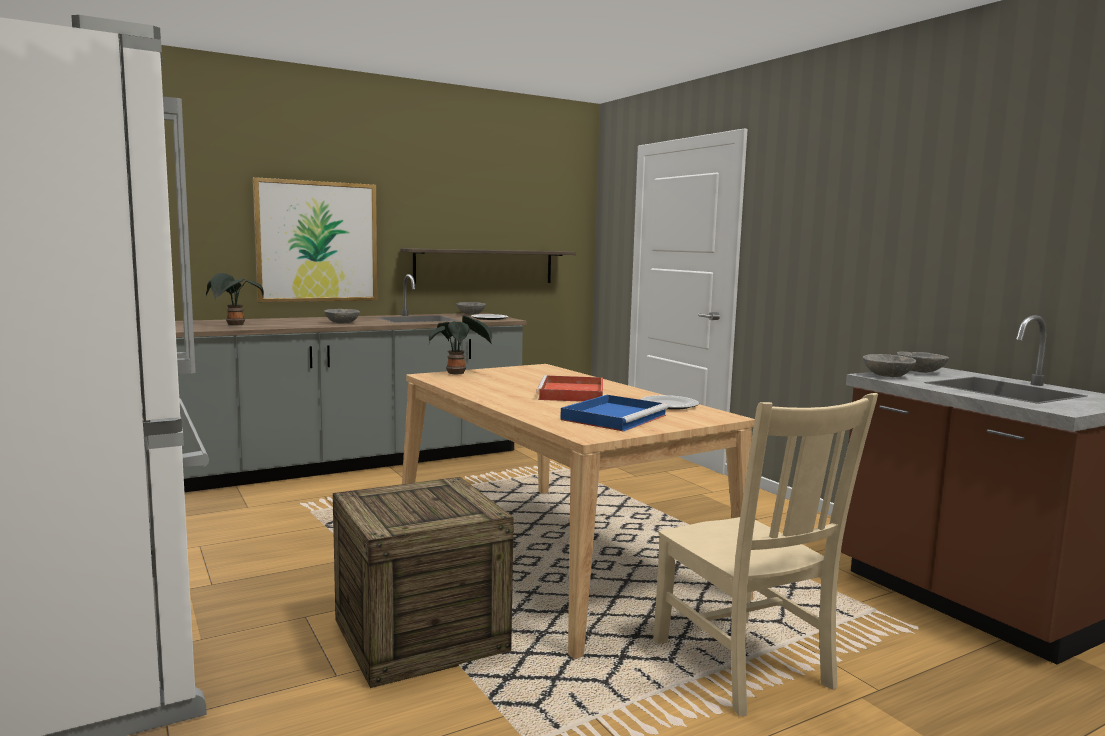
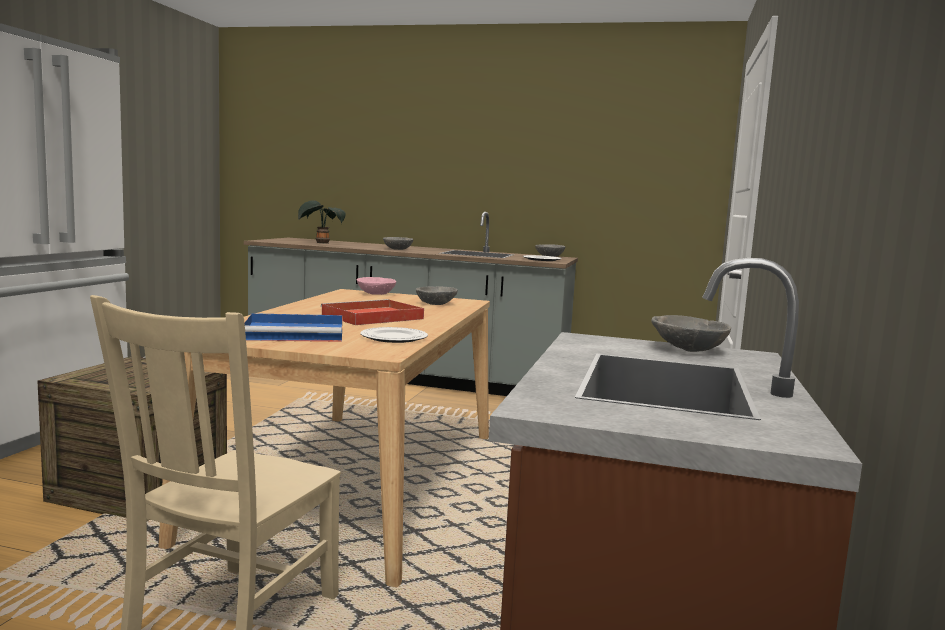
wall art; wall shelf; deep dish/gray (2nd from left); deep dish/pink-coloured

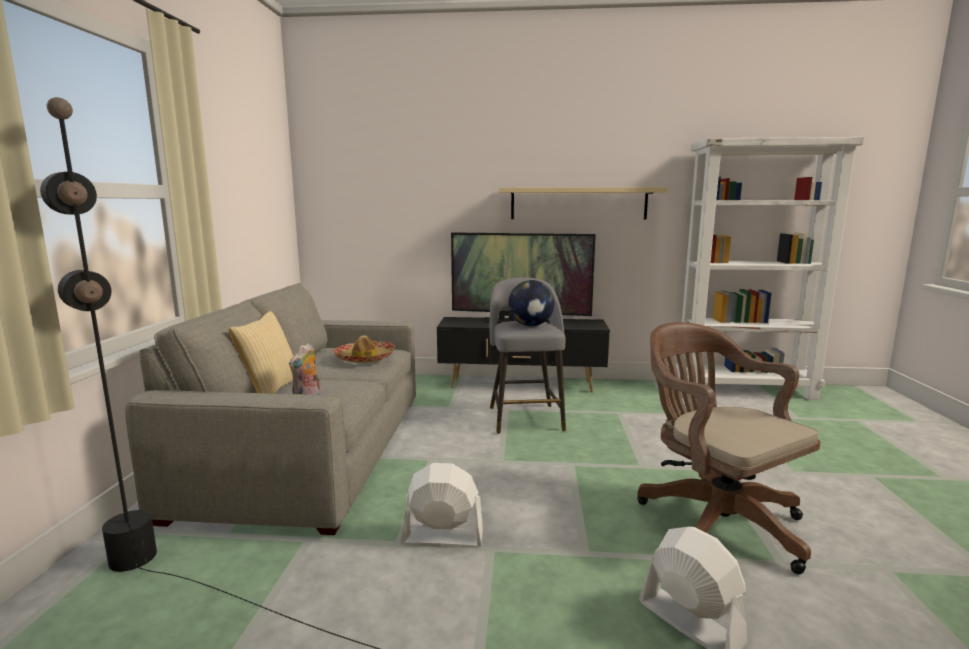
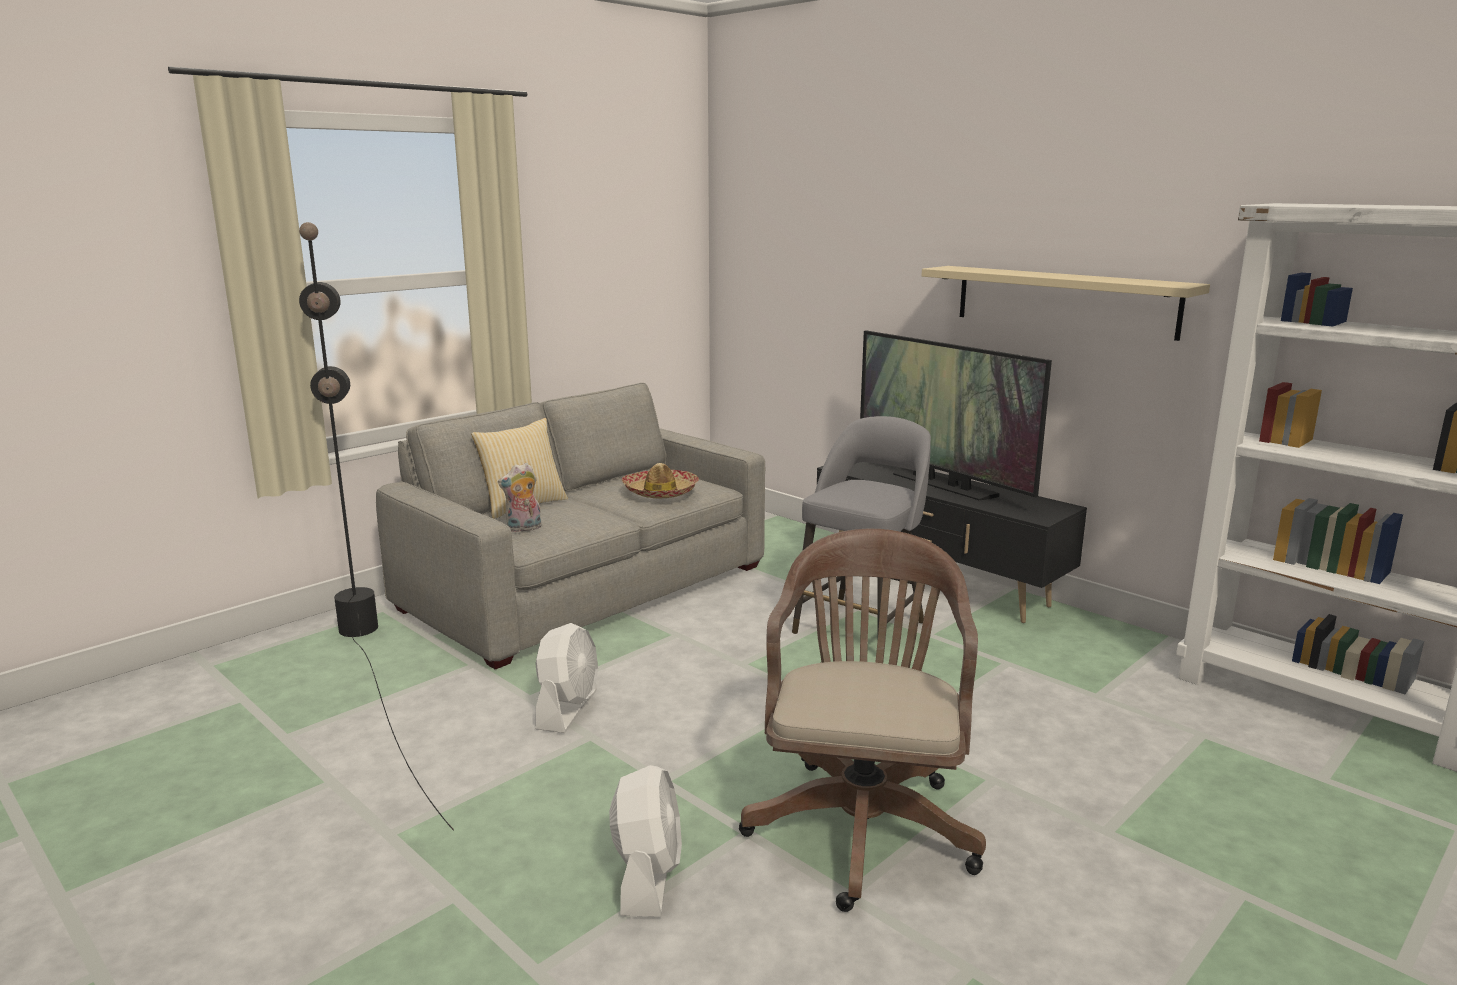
world globe; cooling fan/white-coloured (1st from left)

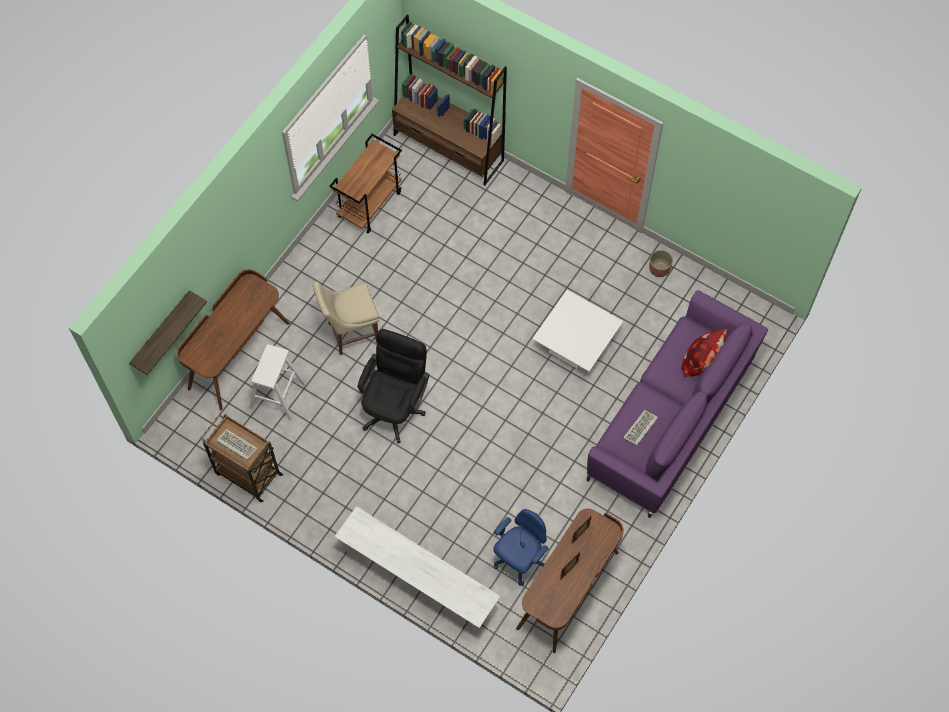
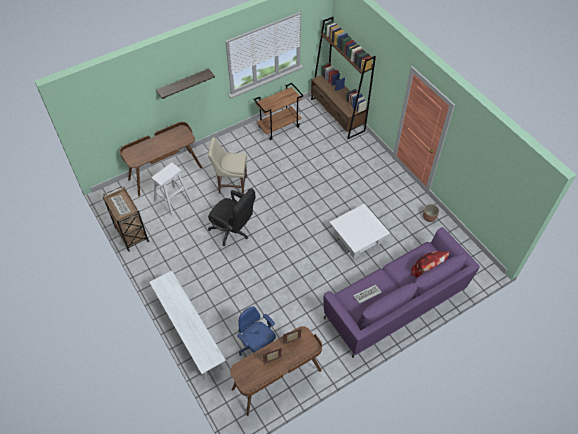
wall shelf; desk chair/black; desk chair/bluish

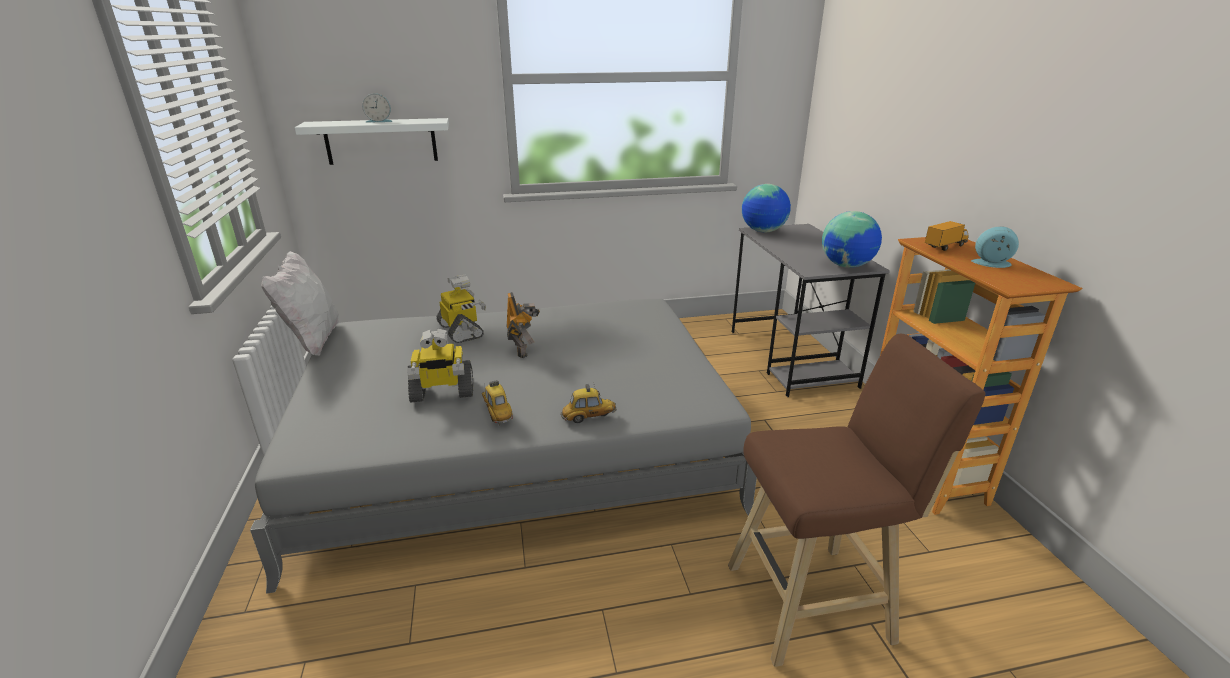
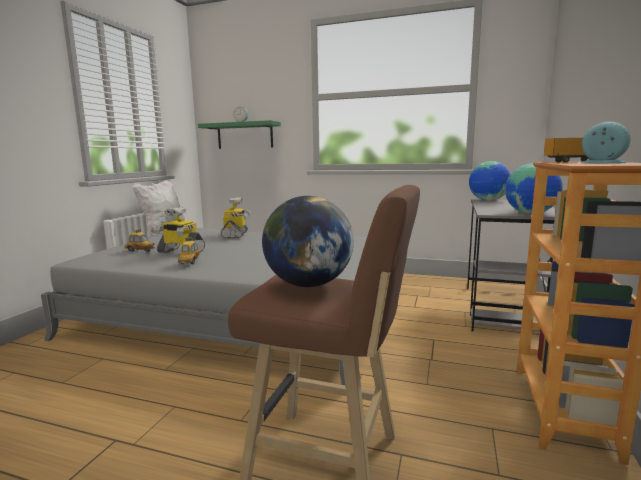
model robot (3rd from left in the first image); world globe (1st from left); toy car (1st from left); wall shelf/green

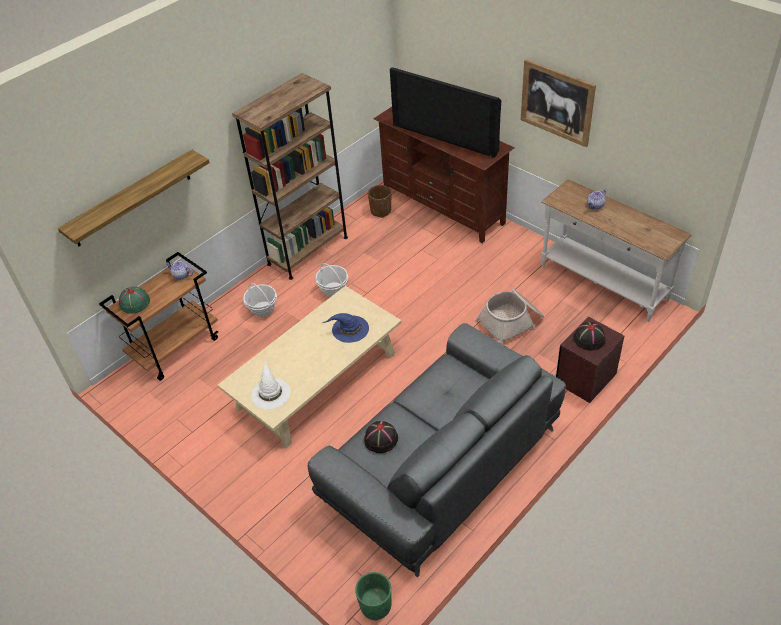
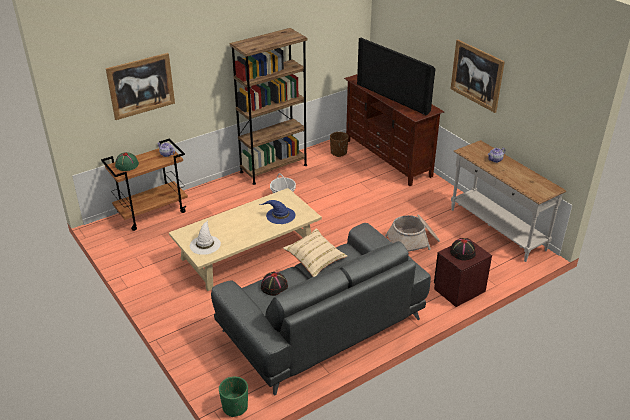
basket (1st from left in the first image); cushion/beige-coloured; wall art (1st from left)

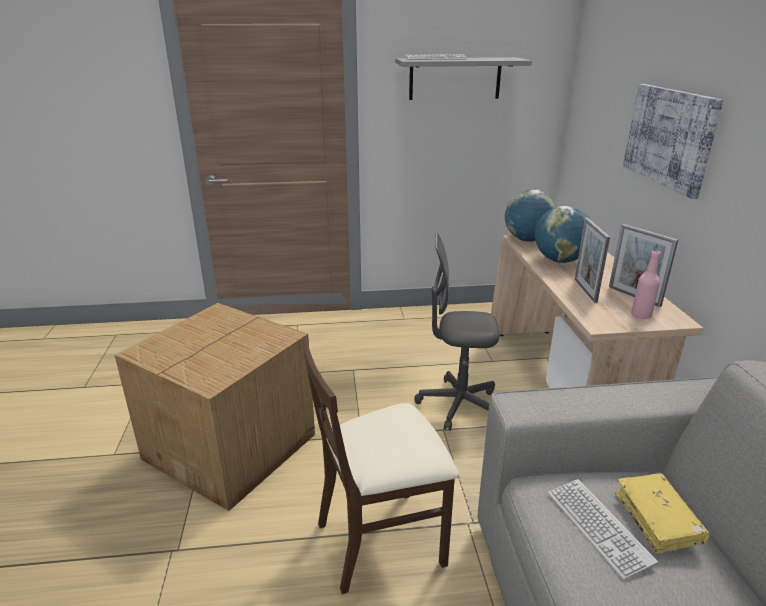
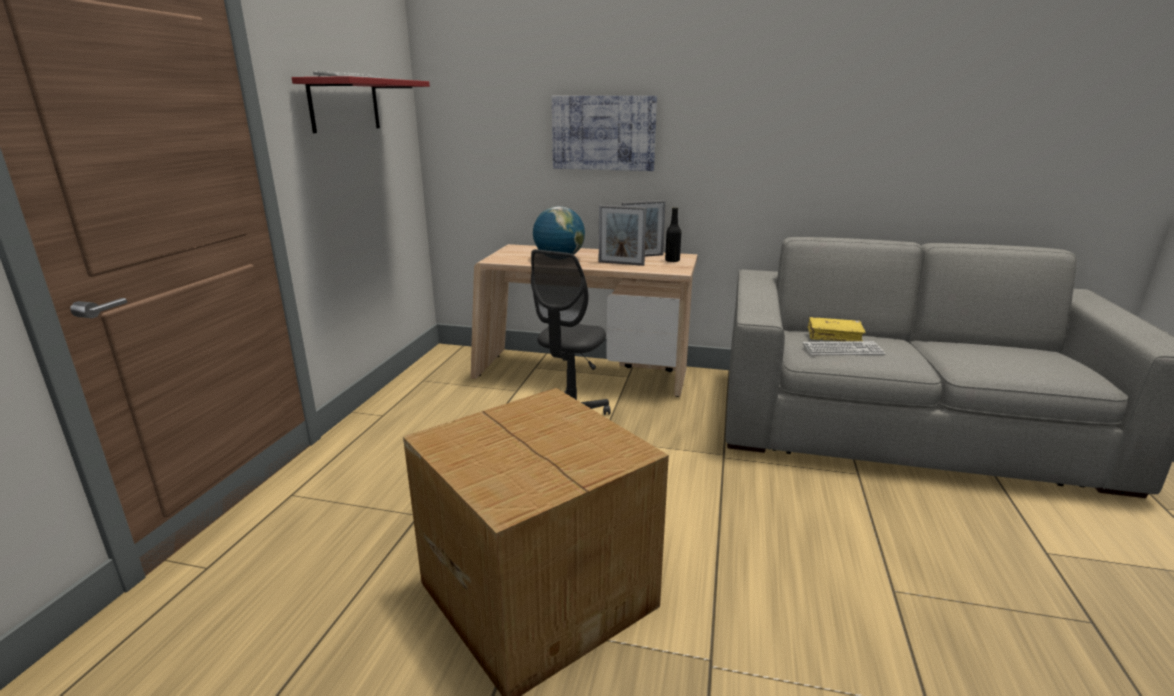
chair/beige-coloured; world globe (1st from left in the first image); wall shelf/reddish; bottle/black

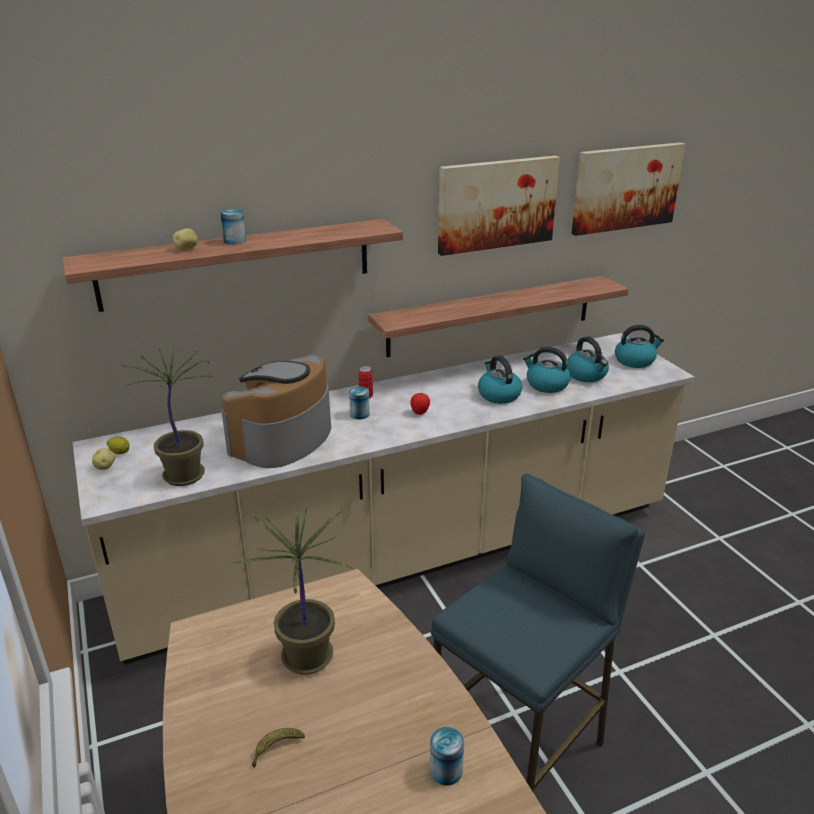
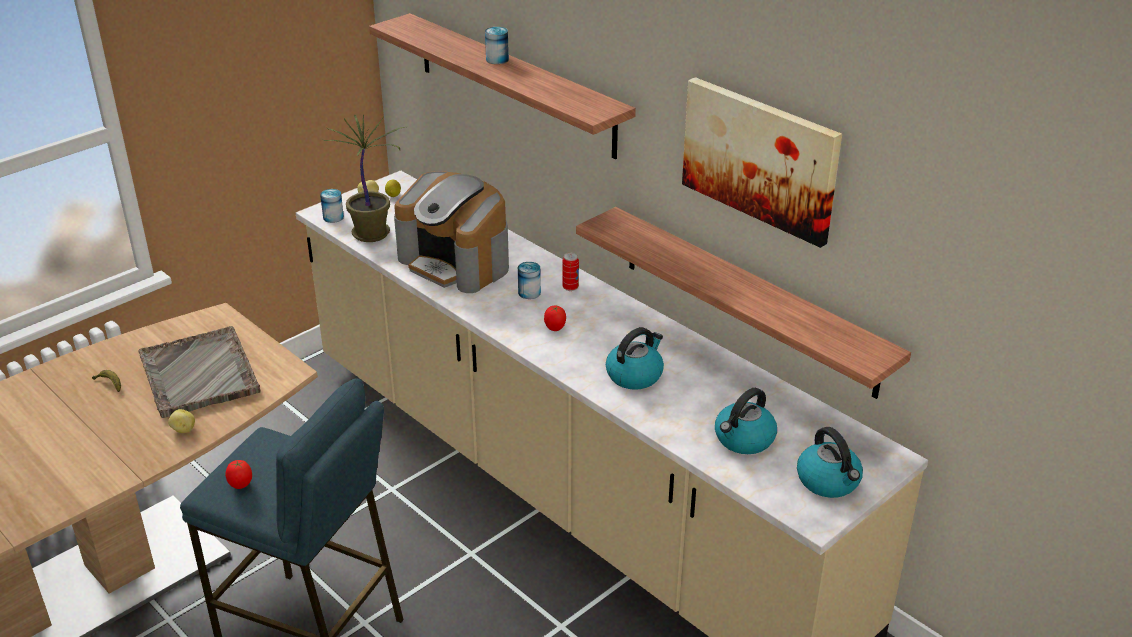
tea kettle (2nd from left in the first image); wall art (2nd from left in the first image); tomato (1st from left); whole potato (1st from left); metal can (1st from left); carrying tray/gray; coffee maker

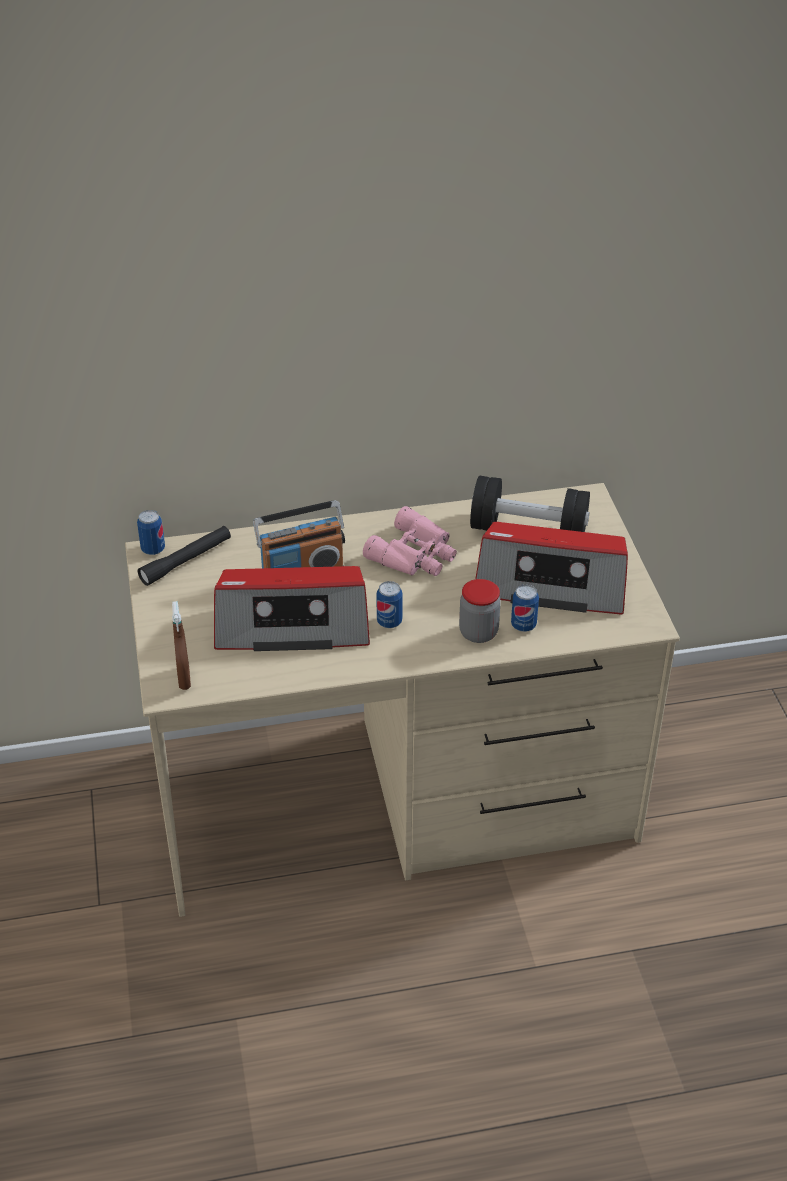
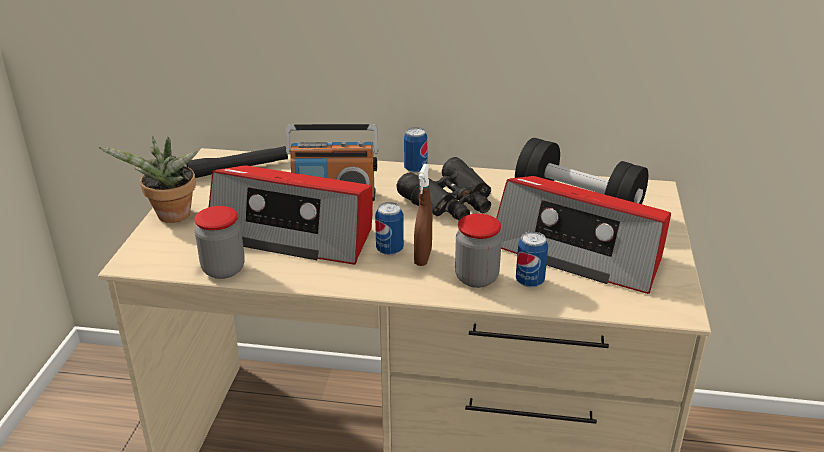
potted plant; jar (1st from left); metal can (2nd from left); hand sprayer/brown; binoculars/black

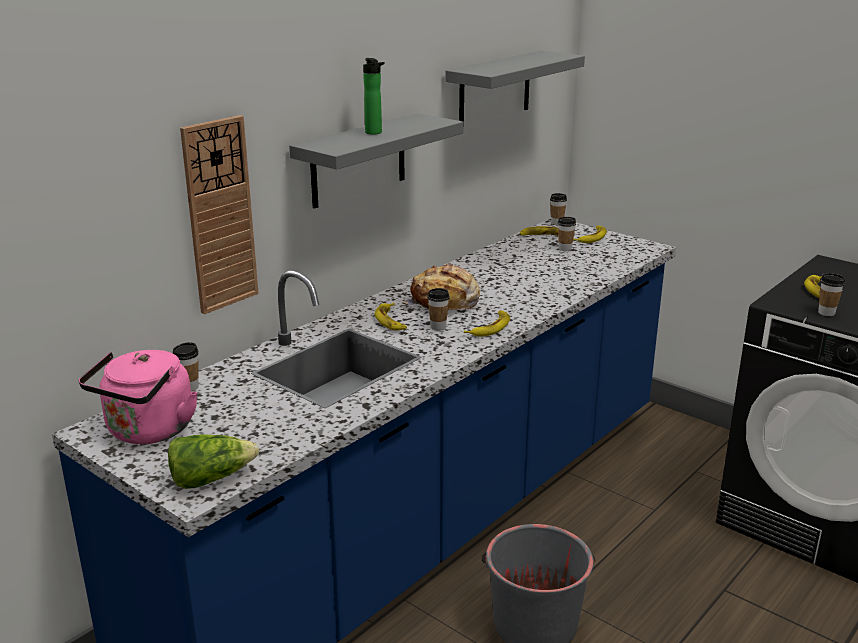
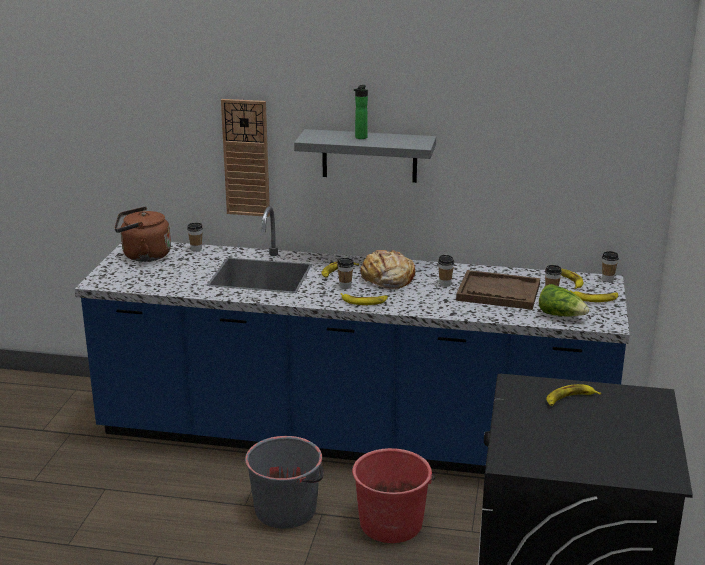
wall shelf/gray (2nd from left in the first image); bucket/reddish; carrying tray/brown; lettuce; cup (3rd from left); tea kettle/brown

